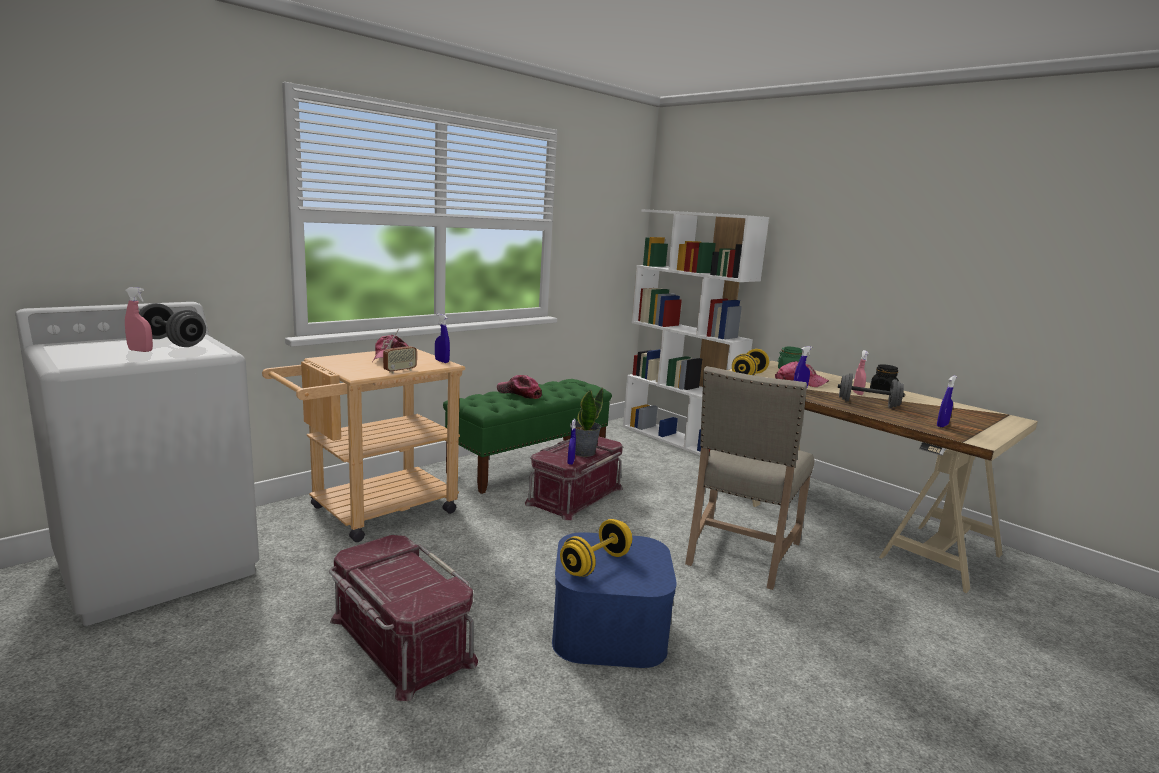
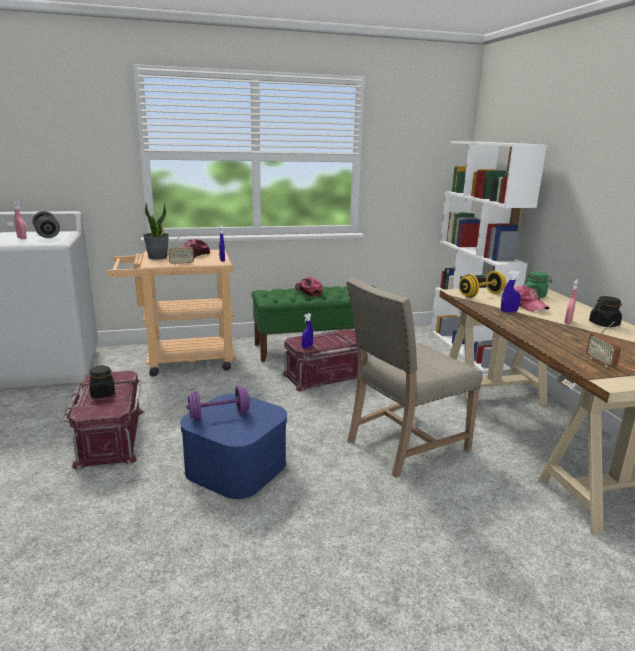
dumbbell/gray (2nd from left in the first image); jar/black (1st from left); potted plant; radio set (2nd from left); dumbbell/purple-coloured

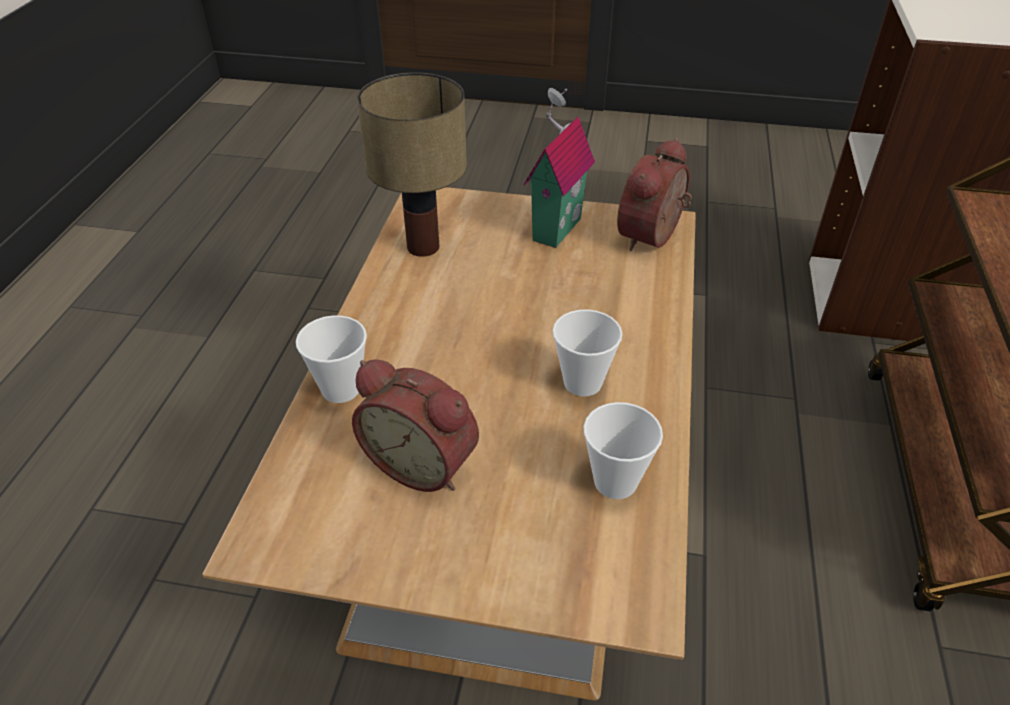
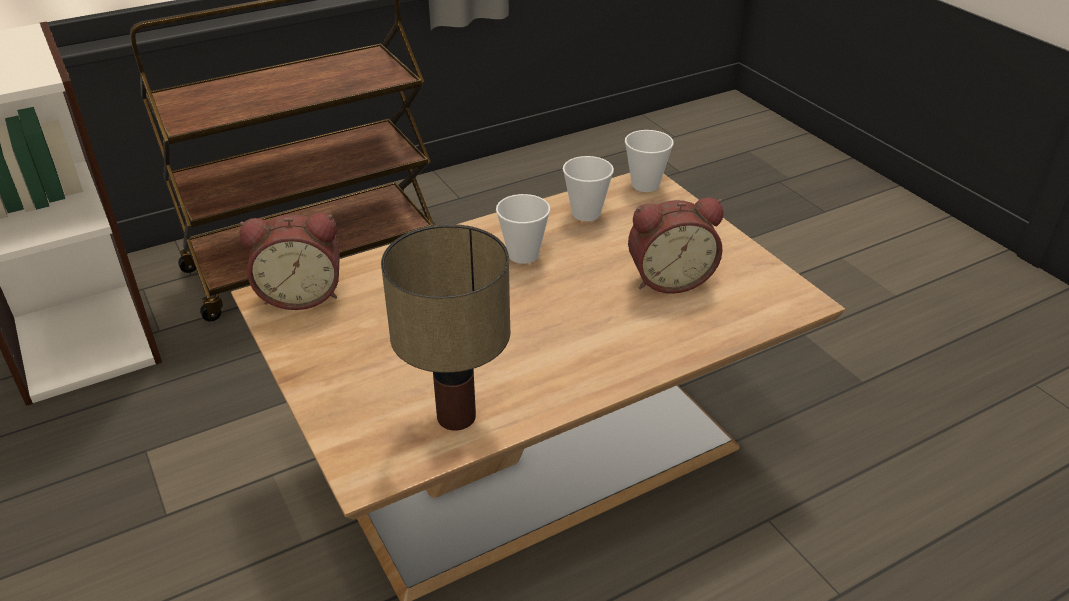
toy house; cup (3rd from left); alarm clock (2nd from left)

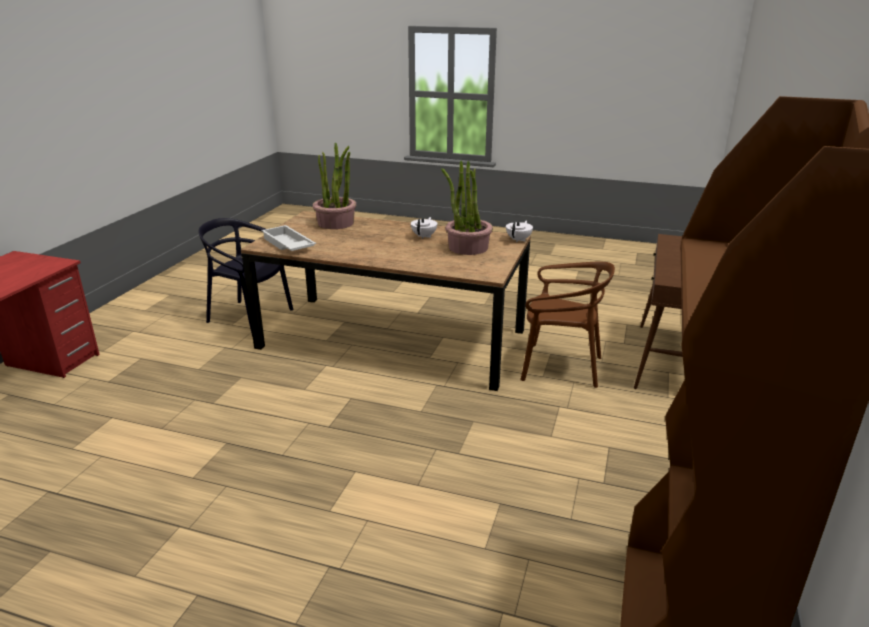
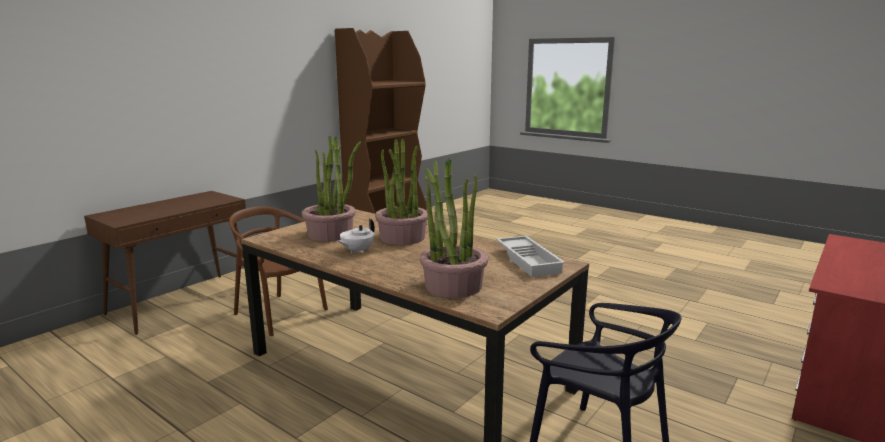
pot for tea/white-coloured (2nd from left in the first image); potted plant (2nd from left)

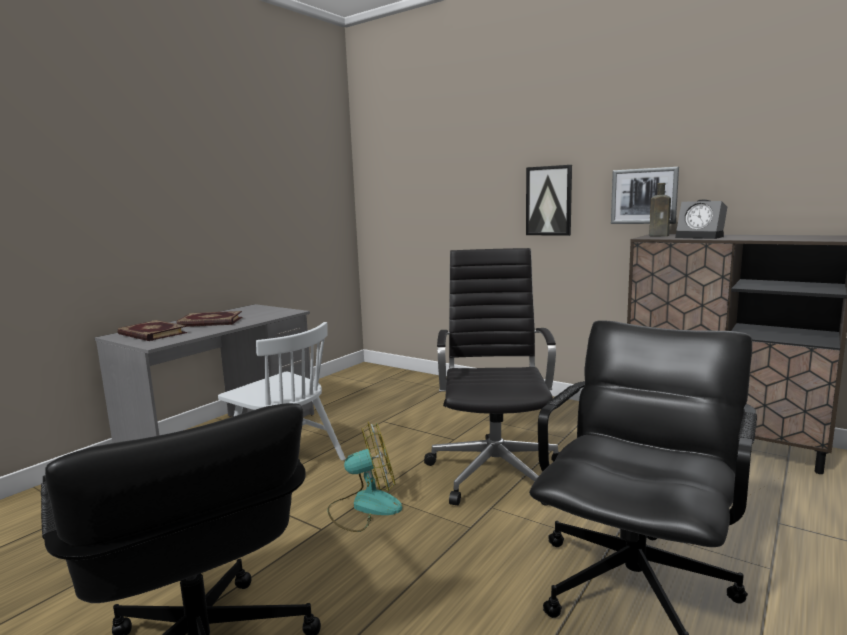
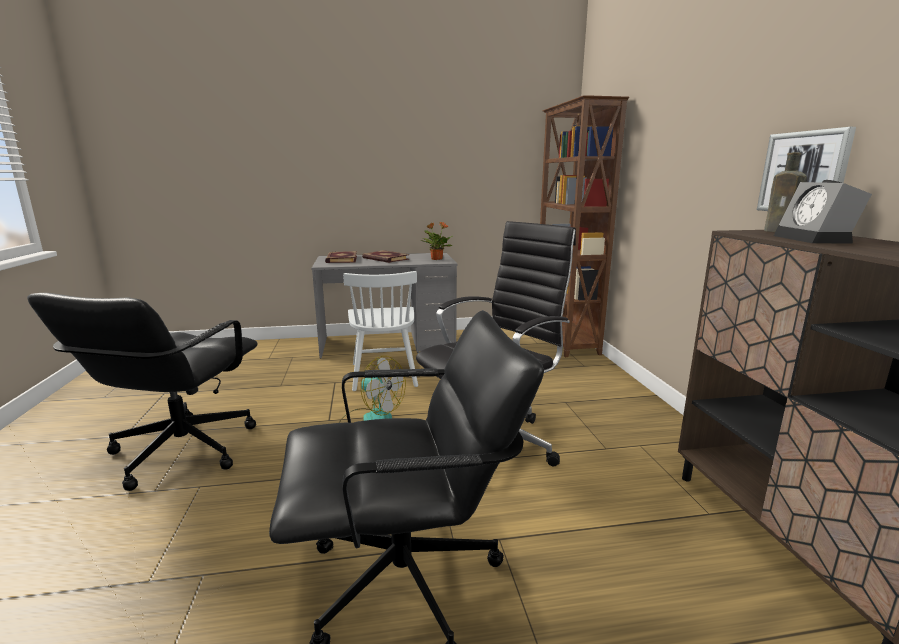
wall art (1st from left in the first image); potted plant; bookshelf/brown

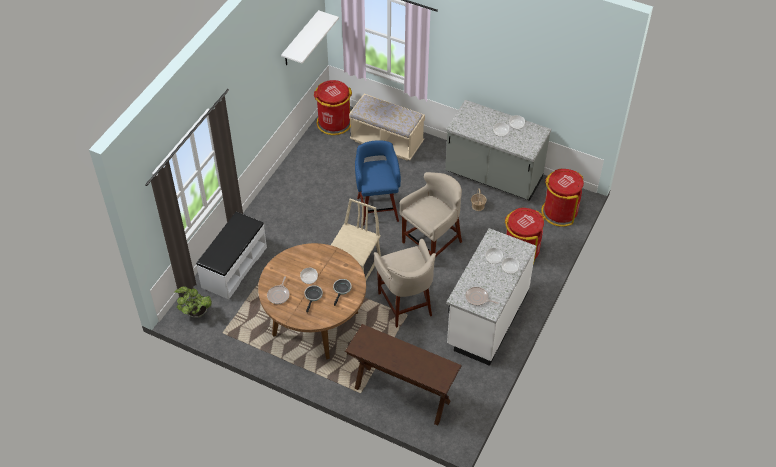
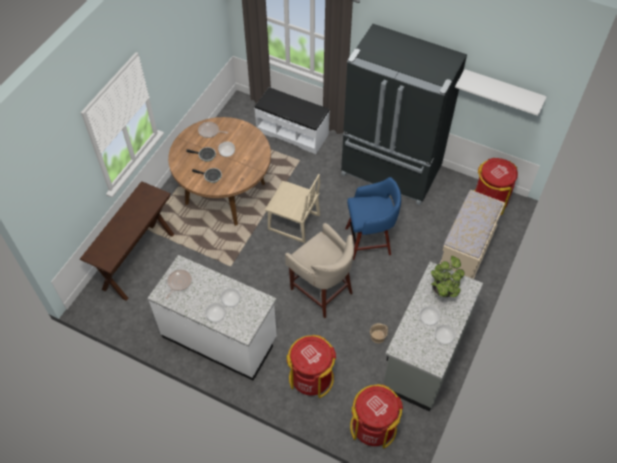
stool seat/beige-coloured (1st from left in the first image); kitchen fridge/black; potted plant

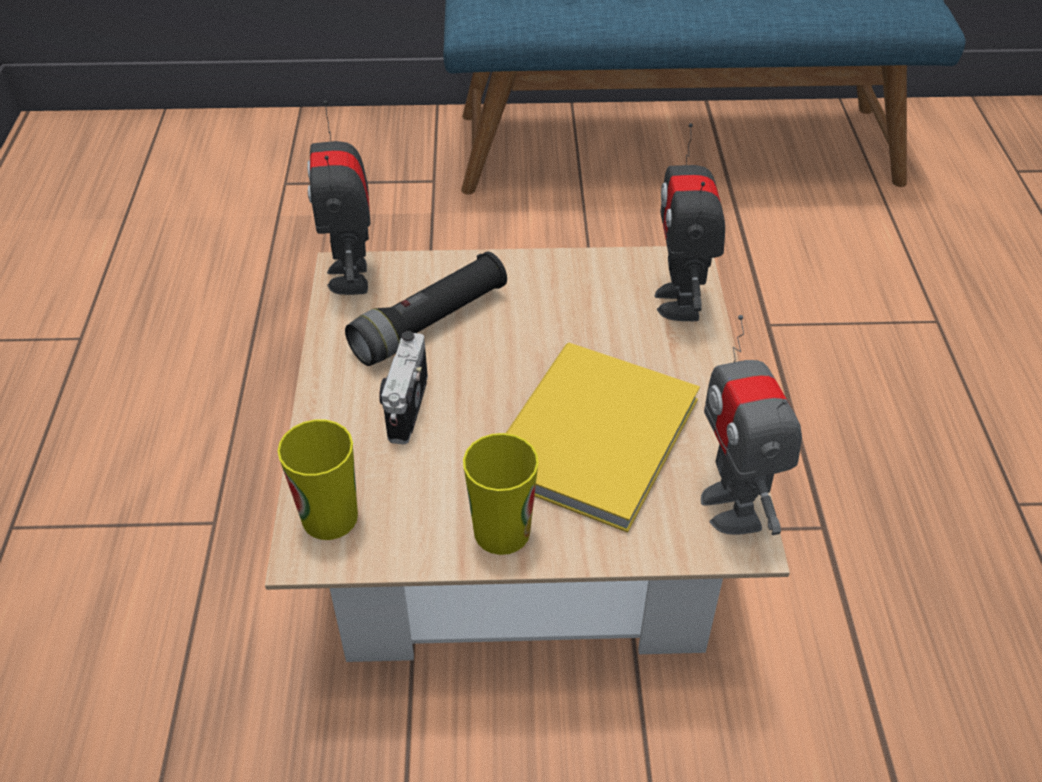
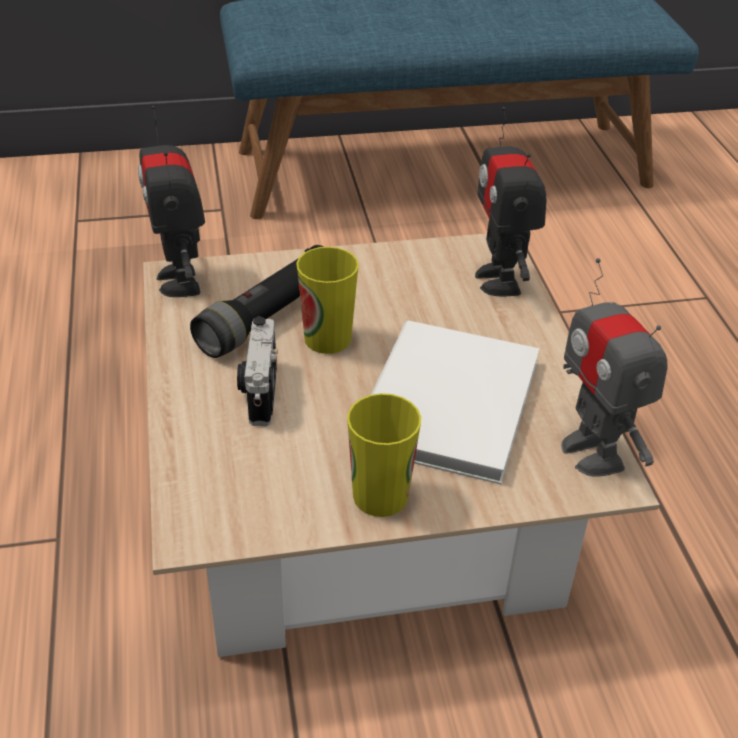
cup (1st from left); book/white-coloured

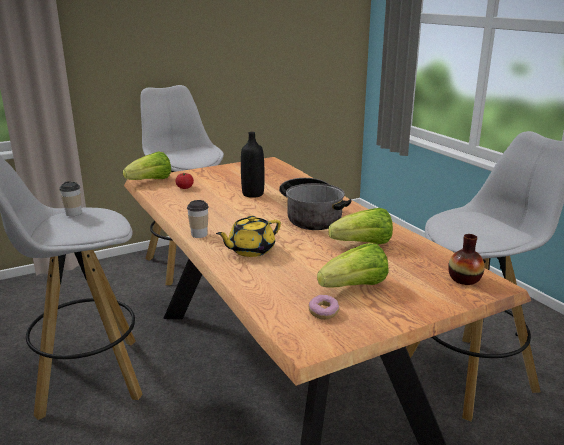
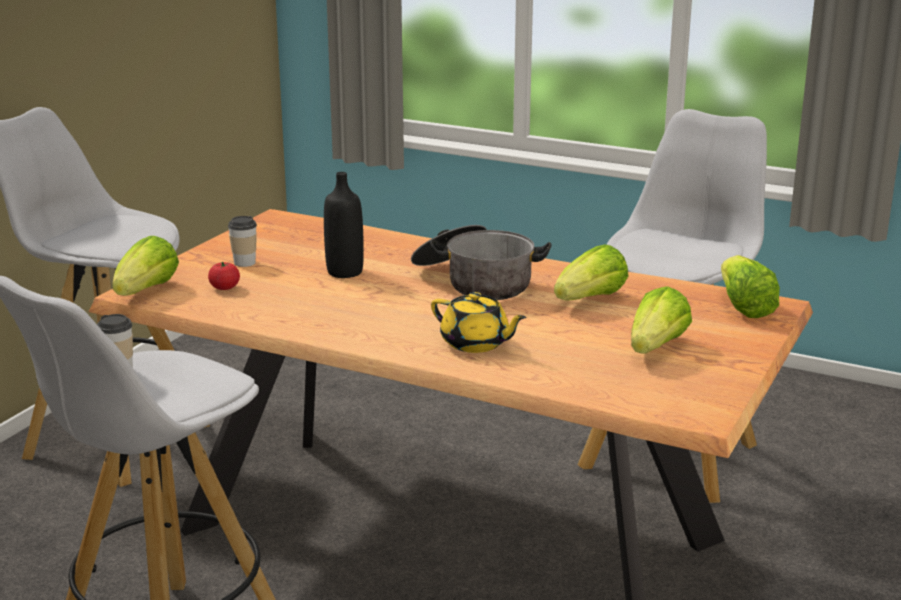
ring doughnut; cup (2nd from left); lettuce (4th from left); pot for tea/yellow-coloured

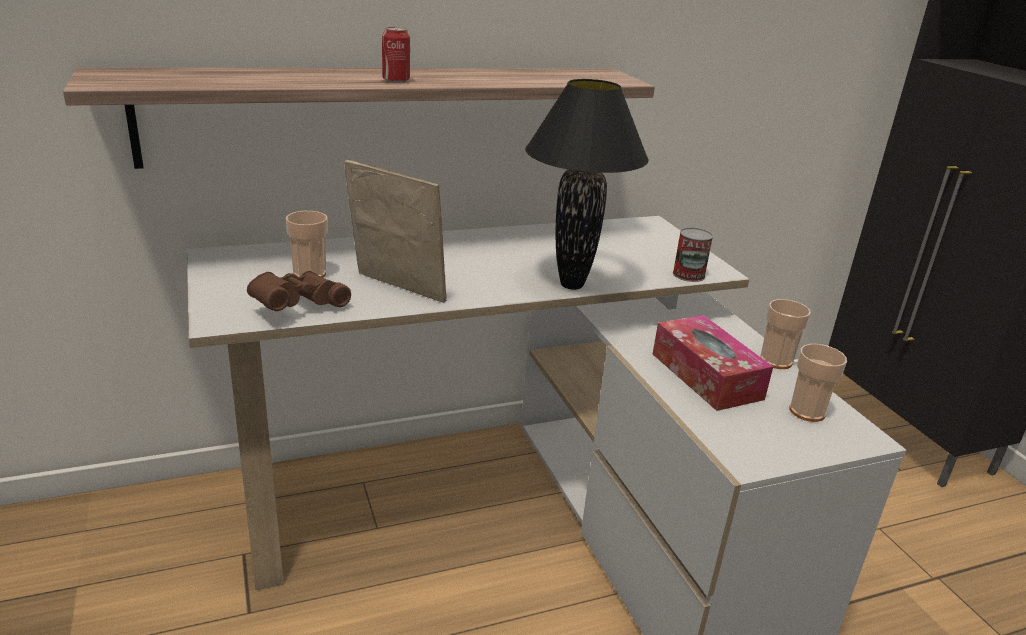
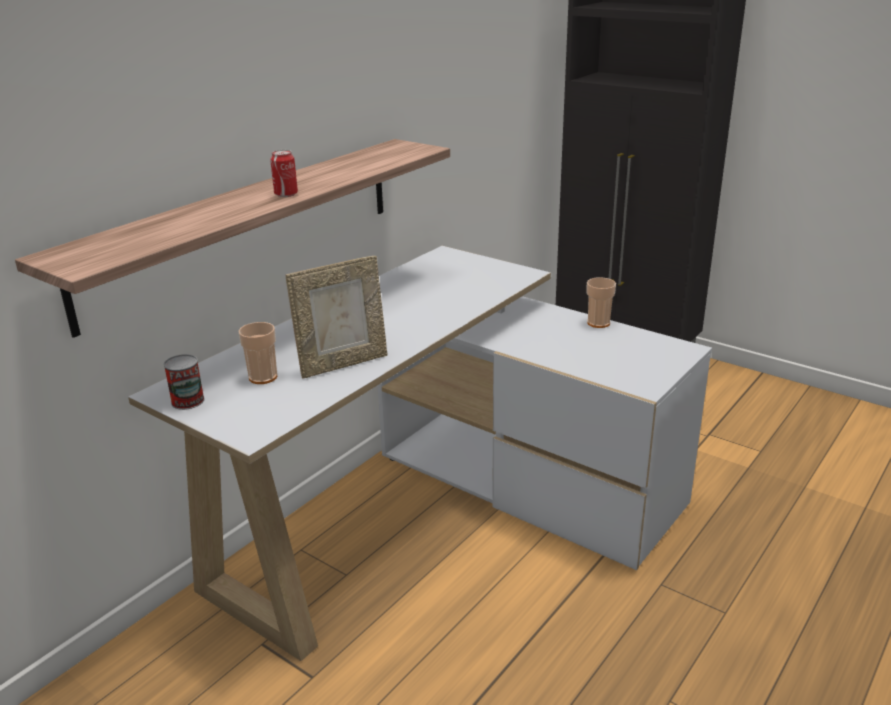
binoculars/brown; lamp for a table/black; tissue holder; cup (3rd from left in the first image); metal can (1st from left); picture frame

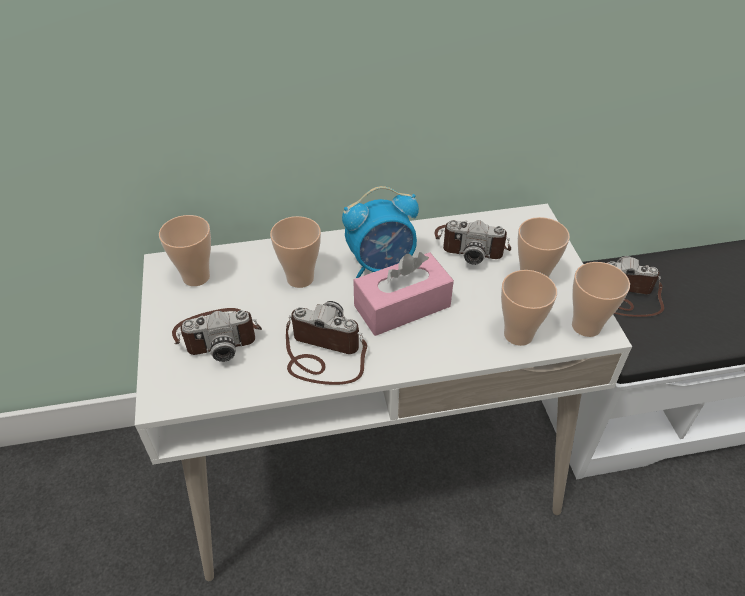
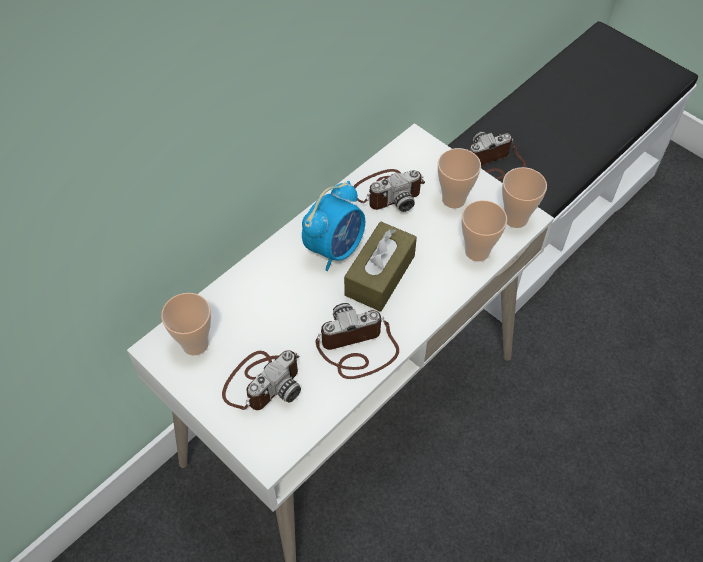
cup (2nd from left in the first image); tissue holder/brown

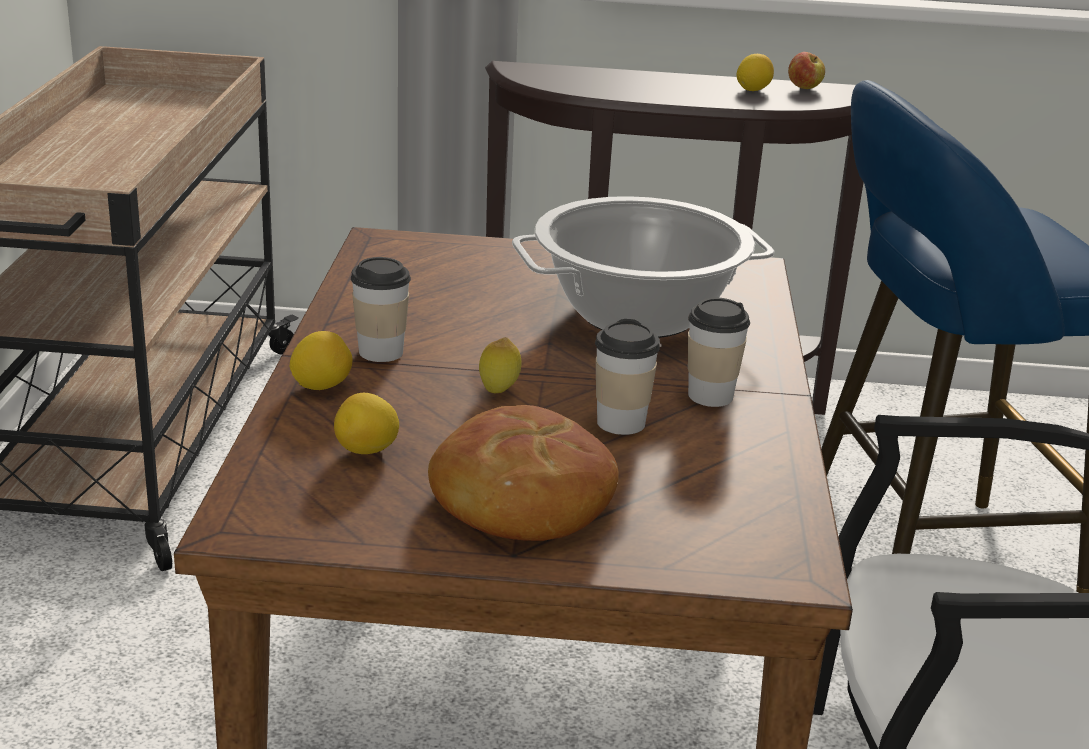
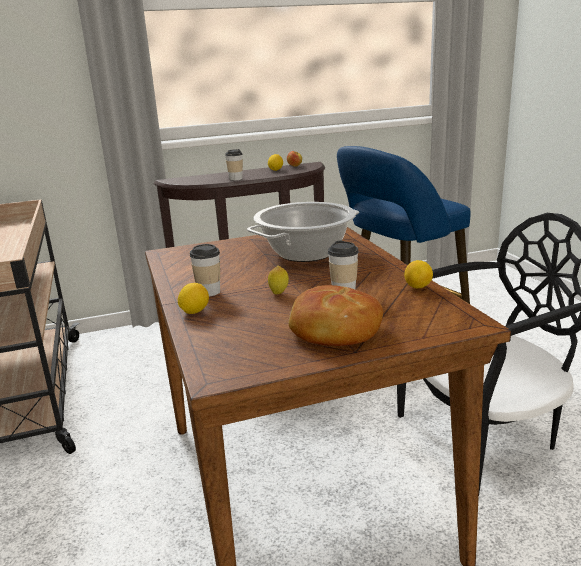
whole lemon (4th from left); cup (2nd from left)

